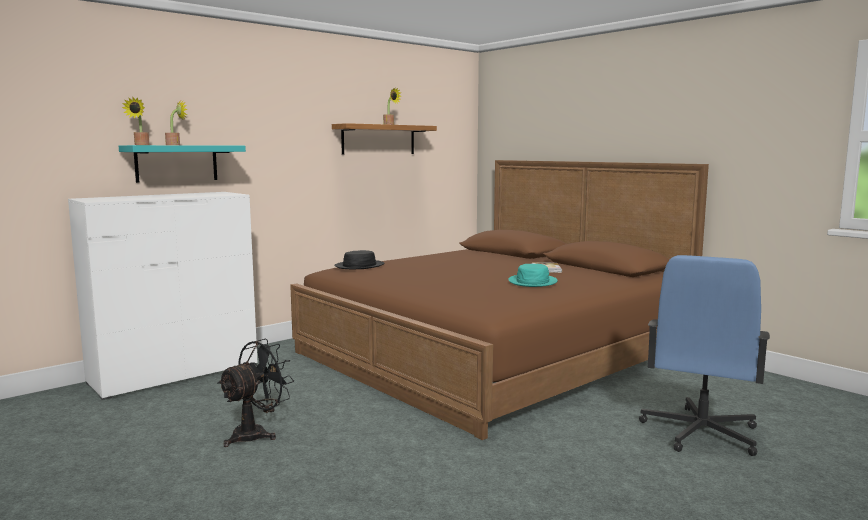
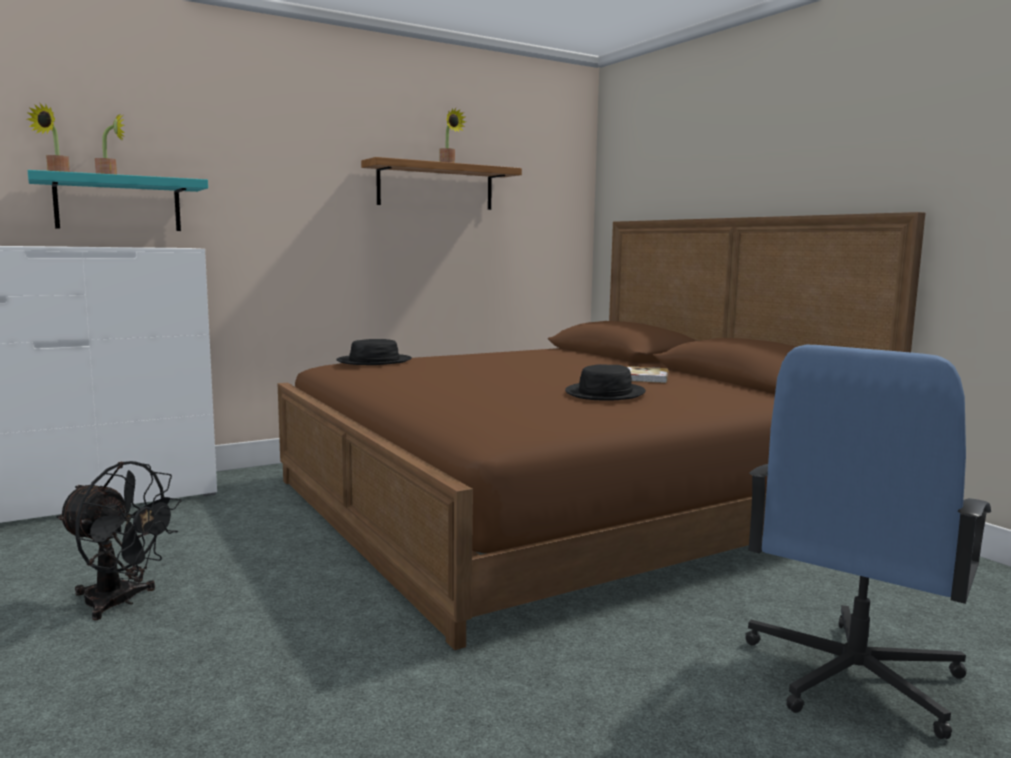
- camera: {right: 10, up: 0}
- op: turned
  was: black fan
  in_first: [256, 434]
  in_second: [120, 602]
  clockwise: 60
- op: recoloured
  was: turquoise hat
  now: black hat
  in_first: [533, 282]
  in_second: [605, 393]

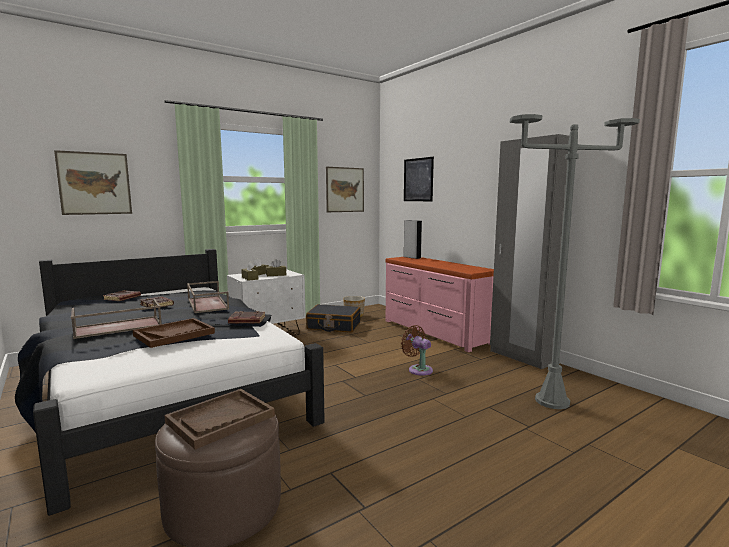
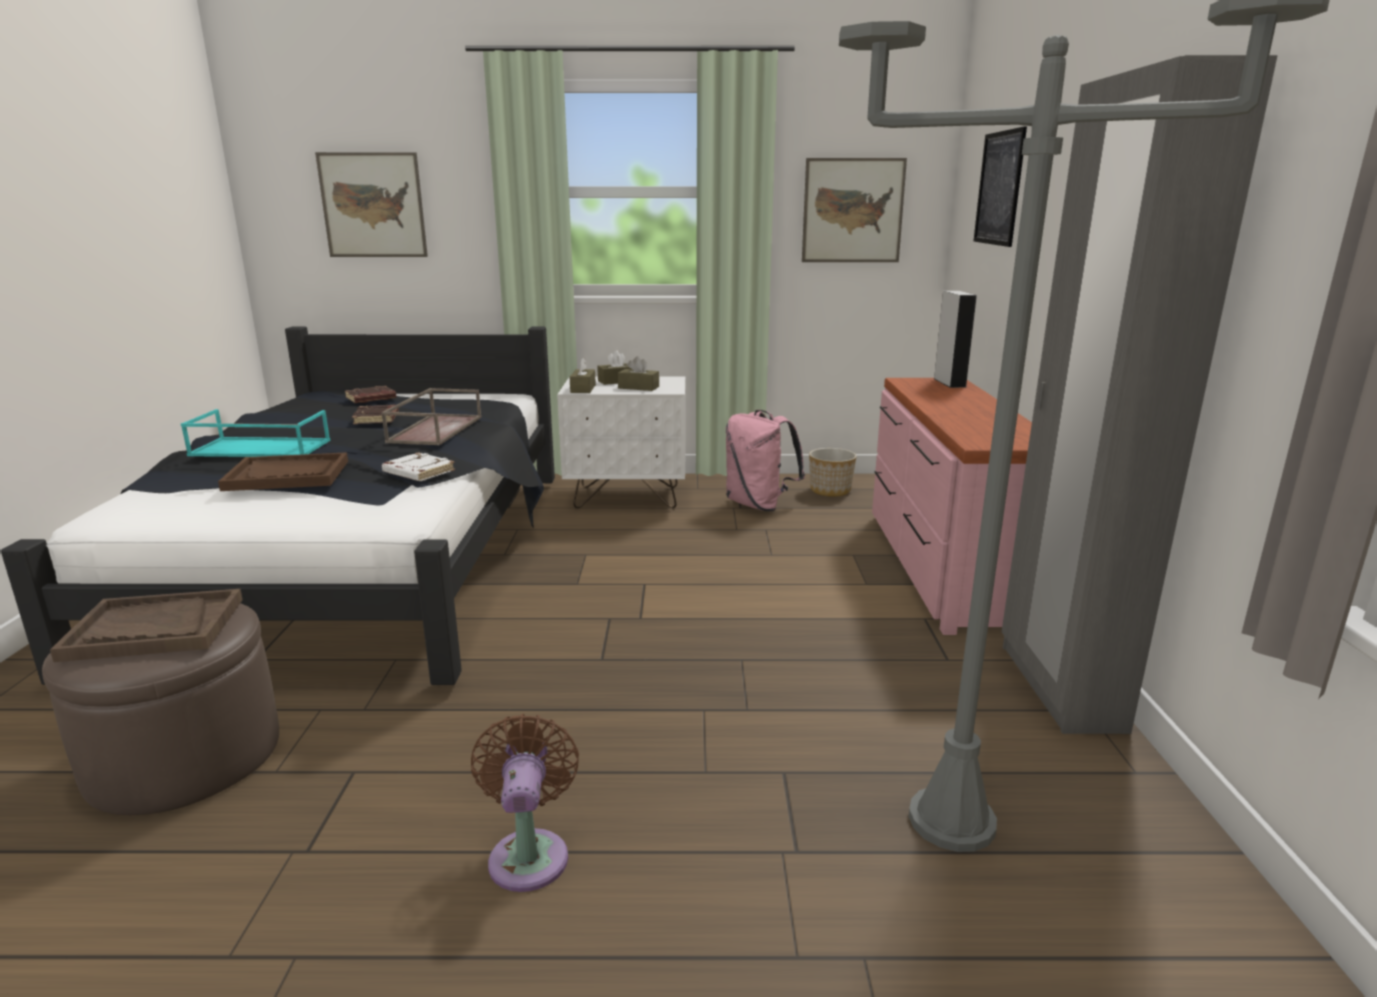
- camera: {right: 35, up: 10}
- op: recoloured
  was: brown tray
  now: turquoise tray
  in_first: [117, 327]
  in_second: [259, 448]
- op: recoloured
  was: brown book
  now: white book
  in_first: [246, 321]
  in_second: [417, 472]
- op: replaced
  was: black suitcase
  now: pink backpack
  in_first: [334, 326]
  in_second: [759, 505]
- op: moved
  was: brown fan
  in_first: [418, 369]
  in_second: [529, 853]

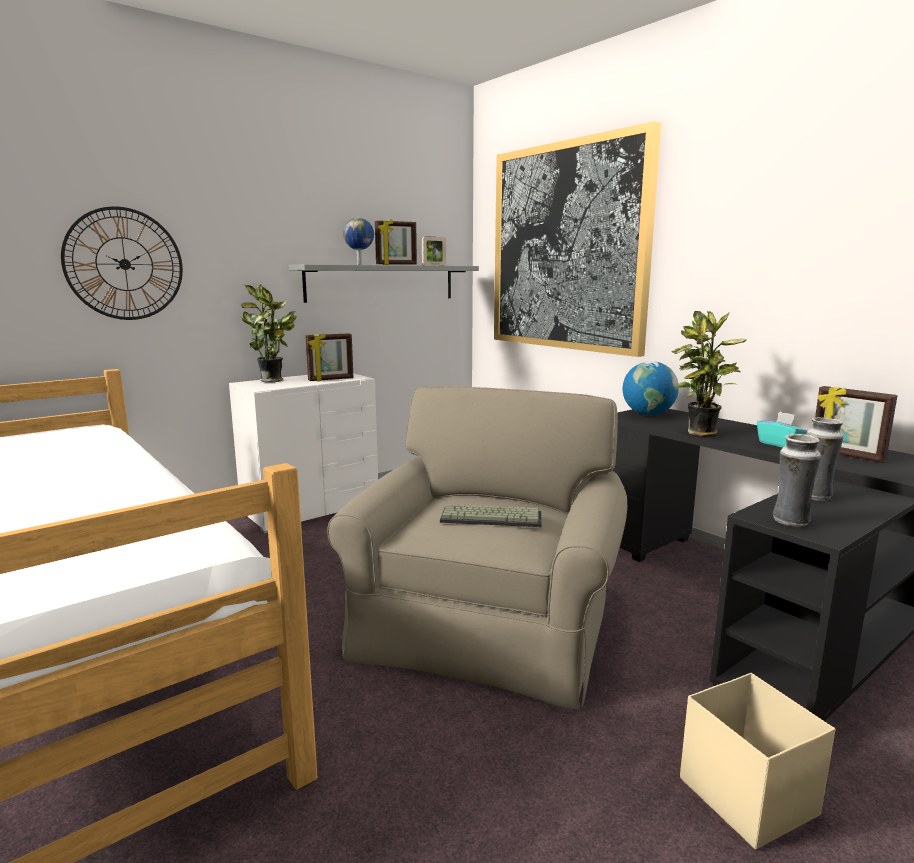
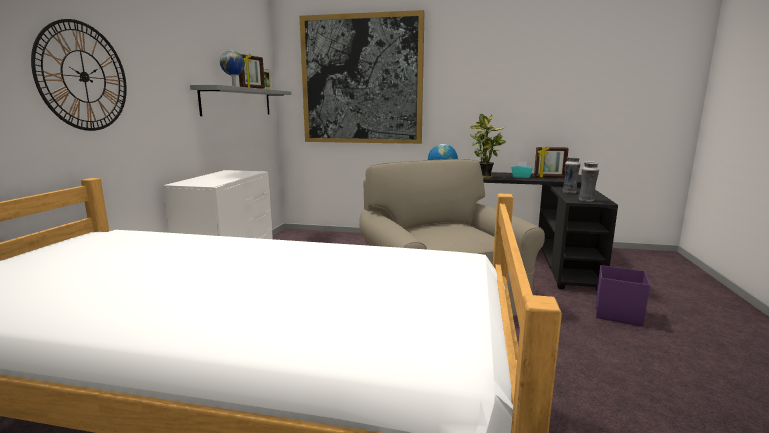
- camera: {right: -40, up: 0}
- op: removed
  was: potted plant
  in_first: [273, 380]
- op: removed
  was: picture frame
  in_first: [331, 379]
- op: removed
  was: keyboard
  in_first: [492, 517]
- op: recoloured
  was: beige storage box
  now: purple storage box
  in_first: [746, 795]
  in_second: [617, 313]

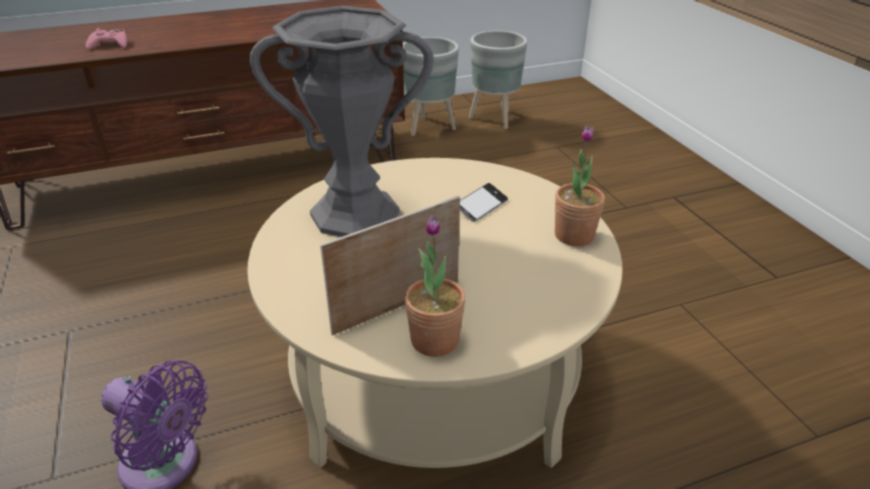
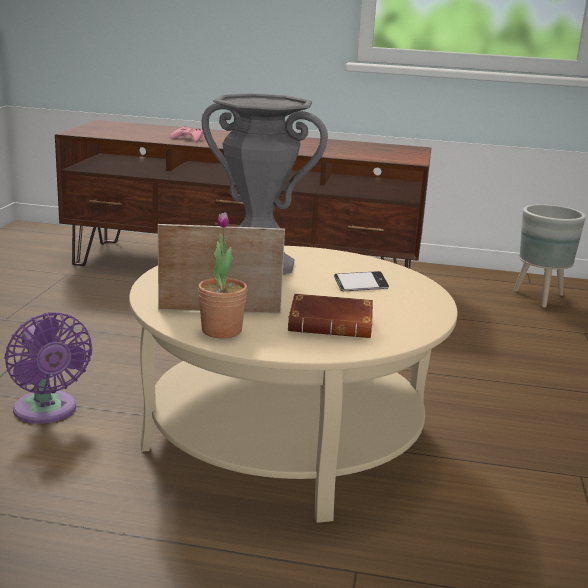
- camera: {right: 30, up: -15}
- op: removed
  was: grey planter
  in_first: [430, 127]
- op: removed
  was: potted plant
  in_first: [574, 235]
- op: added
  now: brown book
  in_second: [333, 324]

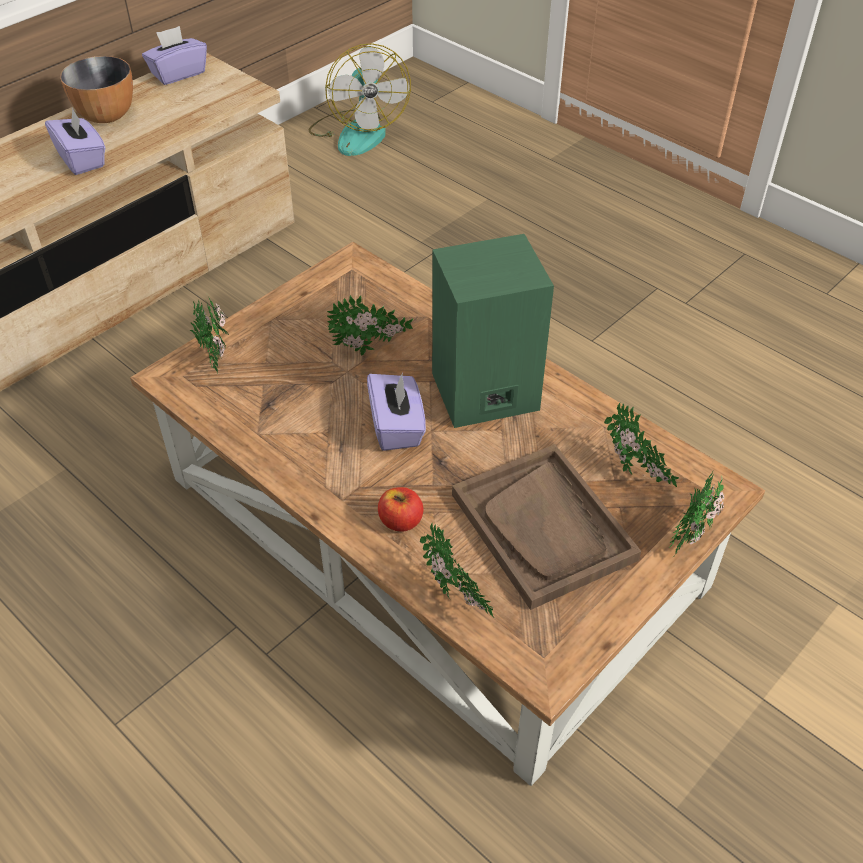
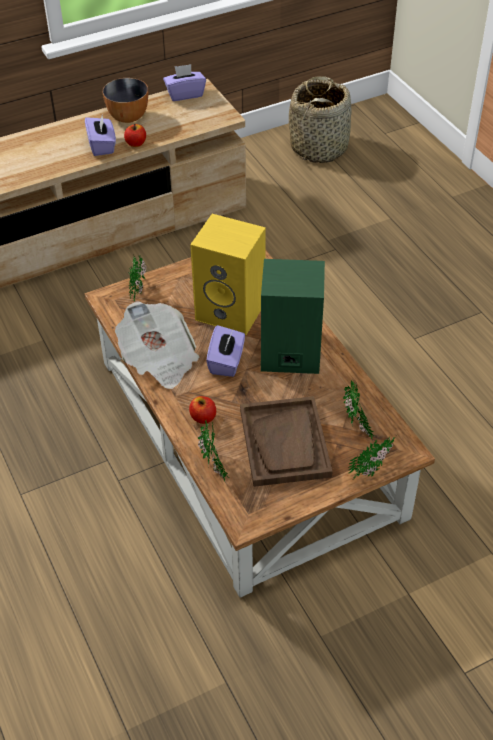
- camera: {right: 20, up: 0}
- op: replaced
  was: fan
  now: basket
  in_first: [358, 132]
  in_second: [319, 147]
- op: replaced
  was: potted plant
  now: yellow speaker
  in_first: [370, 351]
  in_second: [232, 311]
- op: added
  now: newspaper
  in_second: [159, 360]
- op: added
  now: apple
  in_second: [136, 143]

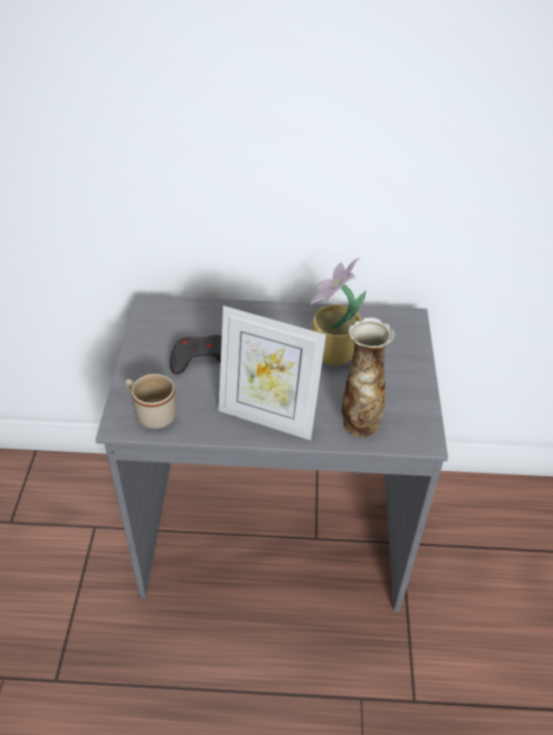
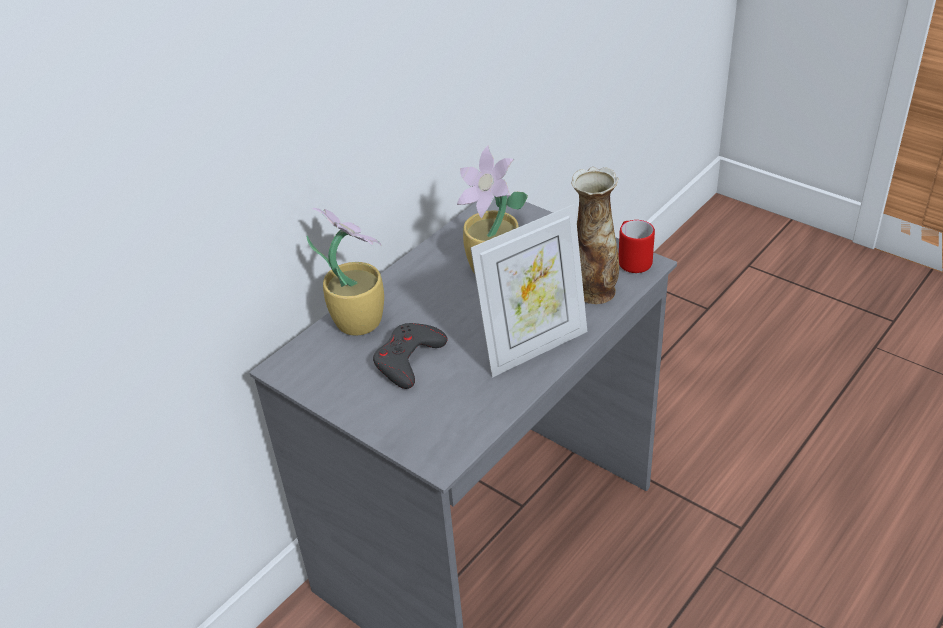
- camera: {right: -50, up: -5}
- op: removed
  was: beige mug
  in_first: [151, 413]
- op: added
  now: potted plant
  in_second: [358, 320]
- op: added
  now: red mug
  in_second: [632, 260]

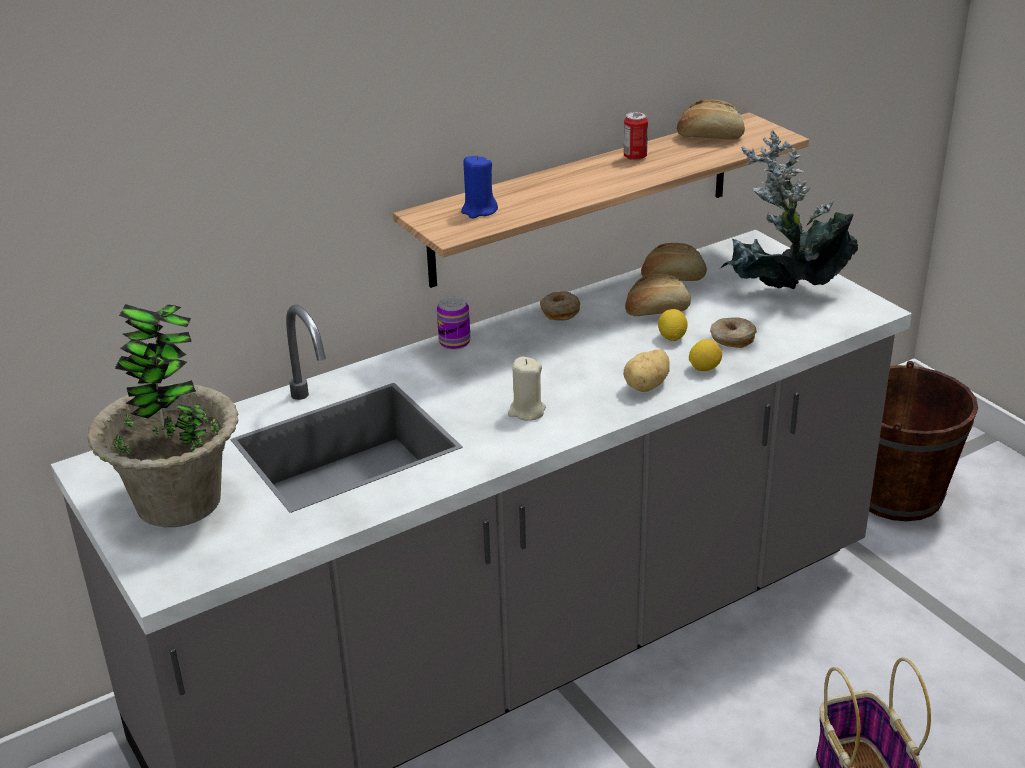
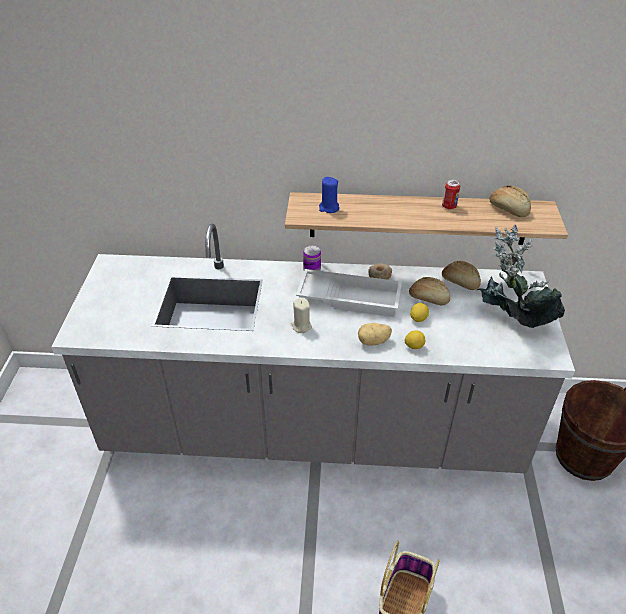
- camera: {right: 35, up: 10}
- op: removed
  was: potted plant
  in_first: [179, 502]
- op: removed
  was: donut
  in_first: [732, 339]
- op: added
  now: white tray
  in_second: [350, 297]

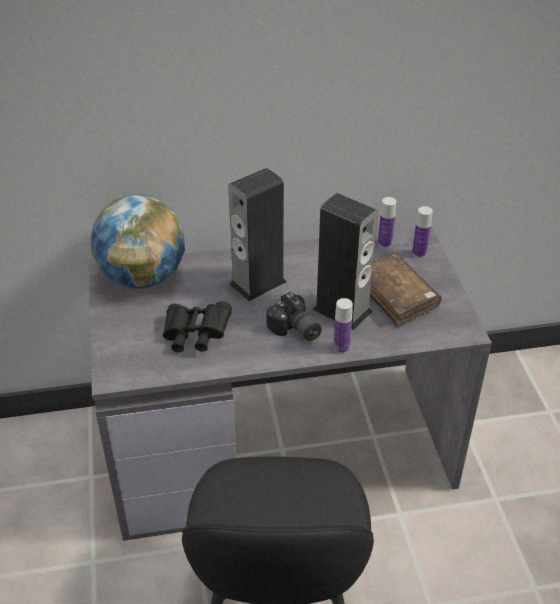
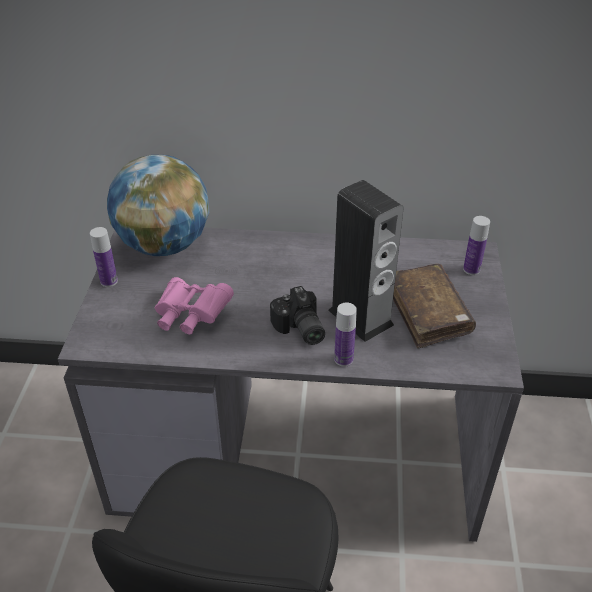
- camera: {right: 15, up: 0}
- op: recoloured
  was: black binoculars
  now: pink binoculars
  in_first: [195, 336]
  in_second: [190, 316]
- op: removed
  was: speaker
  in_first: [258, 283]
- op: moved
  was: bottle
  in_first: [384, 243]
  in_second: [109, 281]

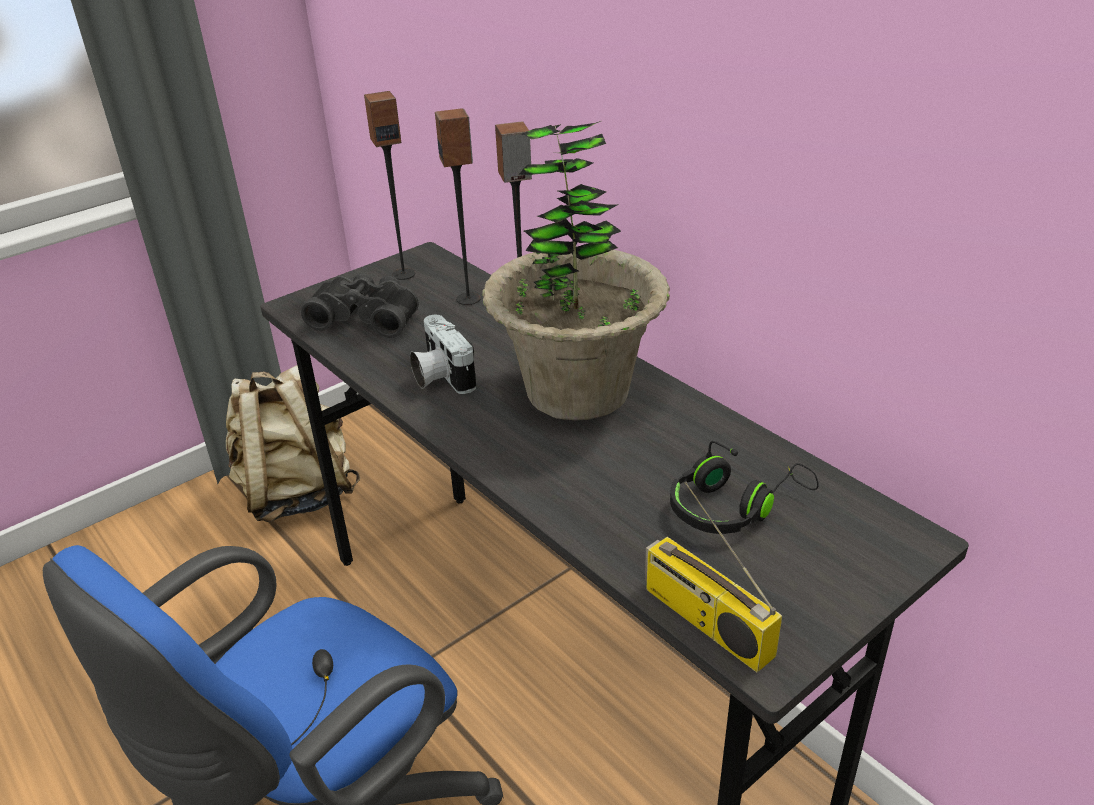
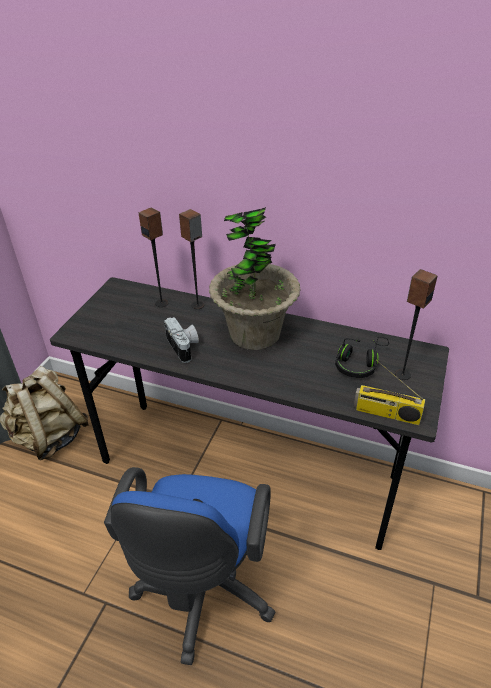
- camera: {right: -30, up: 5}
- op: removed
  was: black binoculars
  in_first: [367, 317]
- op: moved
  was: speaker
  in_first: [403, 274]
  in_second: [402, 374]
- op: turned
  was: photo camera
  in_first: [440, 375]
  in_second: [184, 347]
  clockwise: -150

